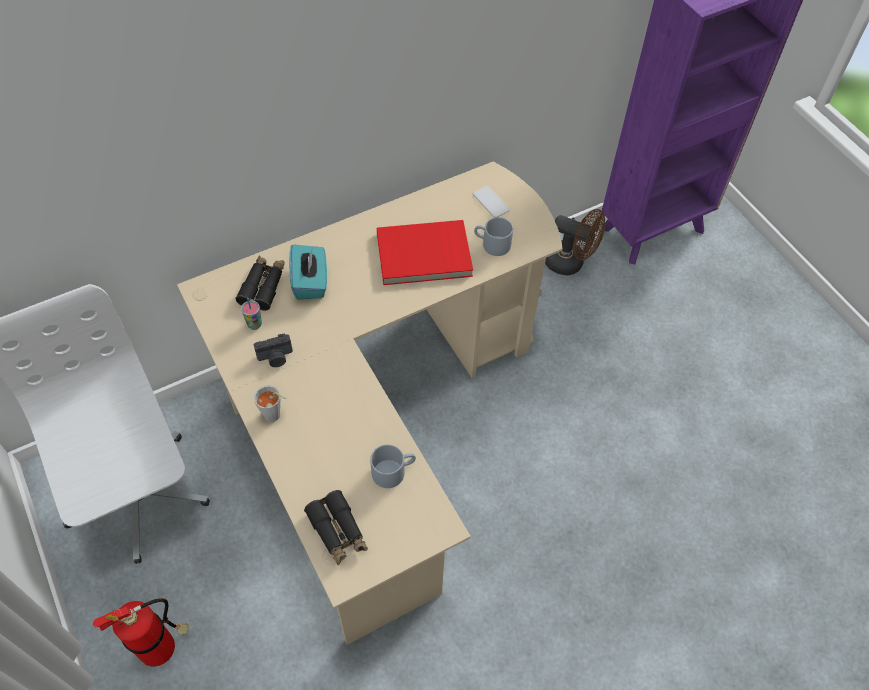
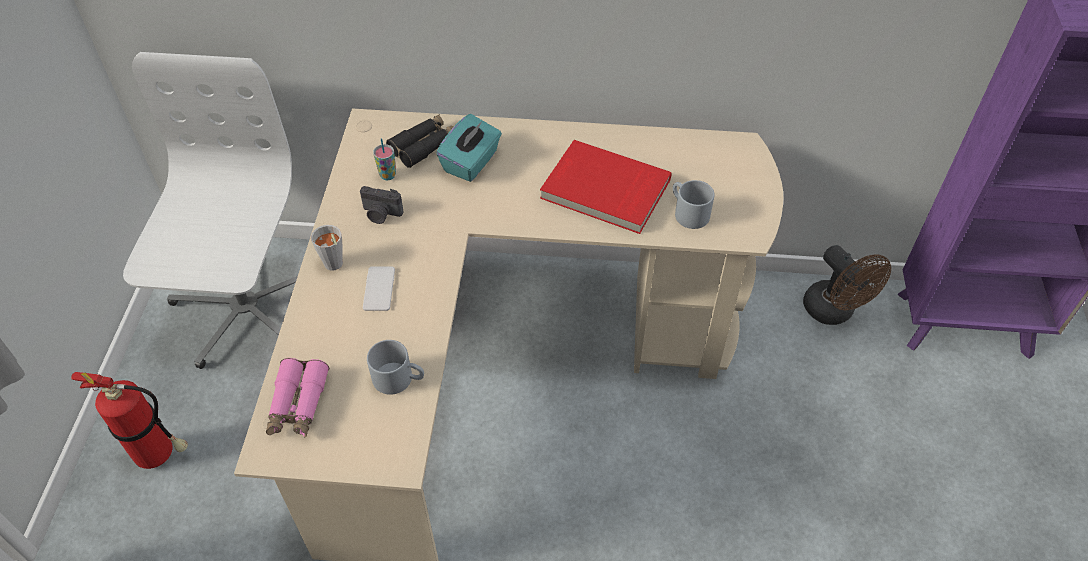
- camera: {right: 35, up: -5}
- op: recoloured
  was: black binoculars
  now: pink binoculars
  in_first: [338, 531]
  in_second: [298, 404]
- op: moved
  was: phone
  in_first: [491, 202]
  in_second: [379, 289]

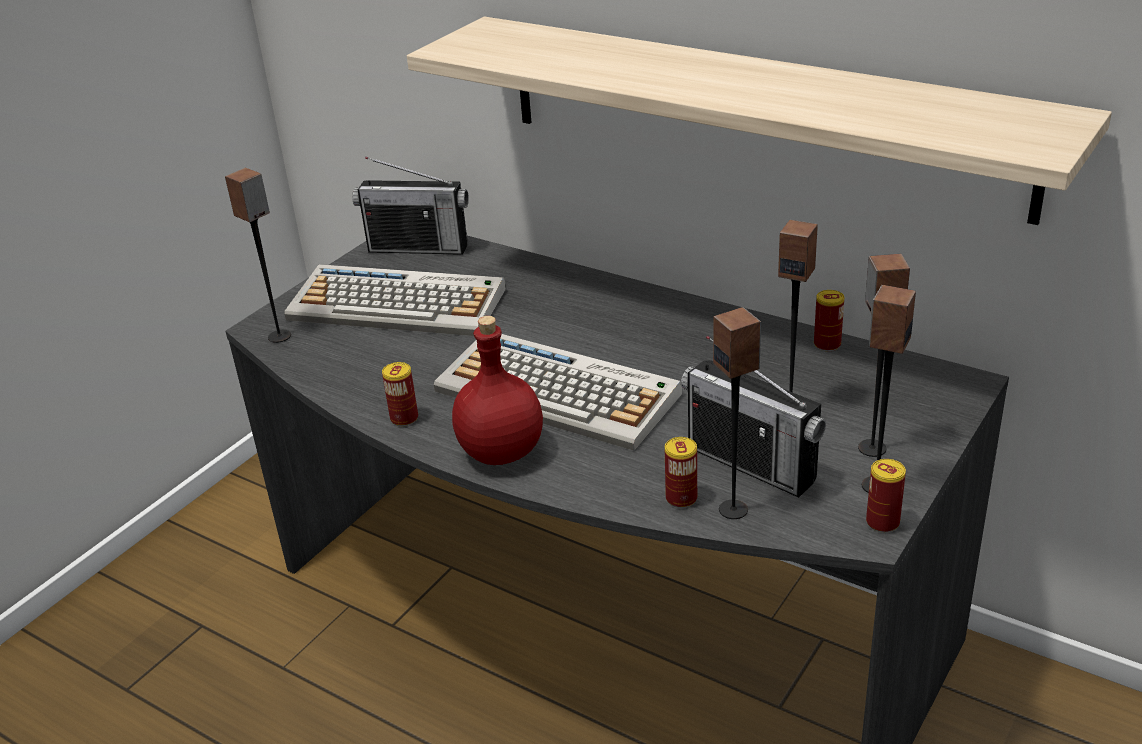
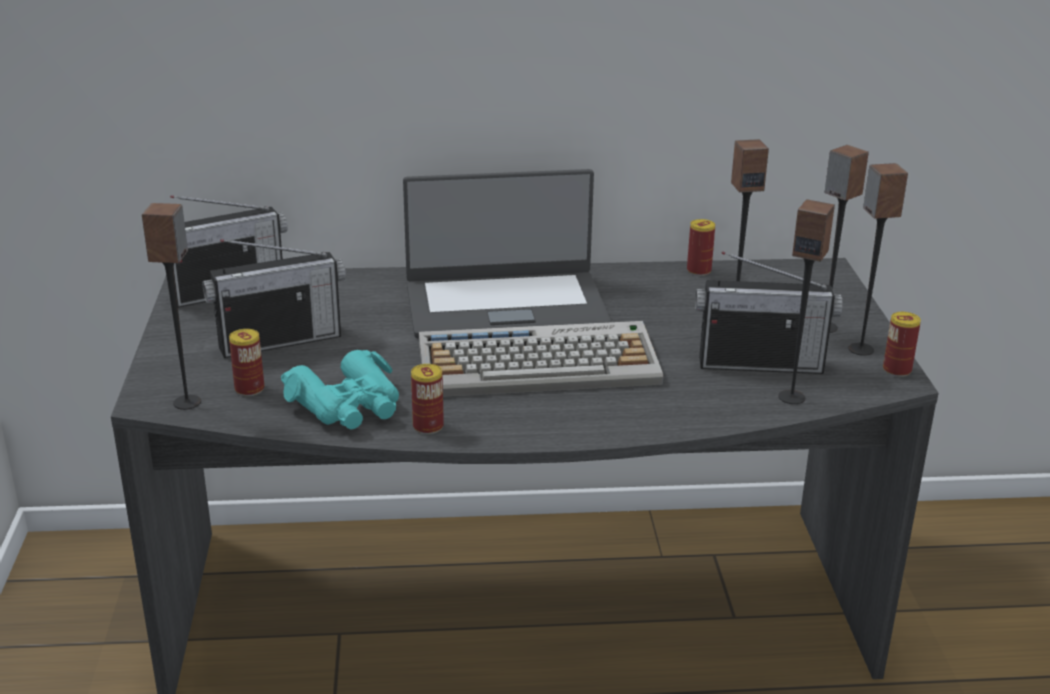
- camera: {right: -40, up: -5}
- op: replaced
  was: keyboard
  now: radio
  in_first: [399, 304]
  in_second: [279, 341]
- op: removed
  was: shelf
  in_first: [754, 113]
- op: removed
  was: red bottle
  in_first: [503, 452]
- op: moved
  was: can
  in_first: [681, 498]
  in_second: [249, 389]
- op: added
  now: turquoise binoculars
  in_second: [348, 405]
- op: added
  now: laptop
  in_second: [505, 304]

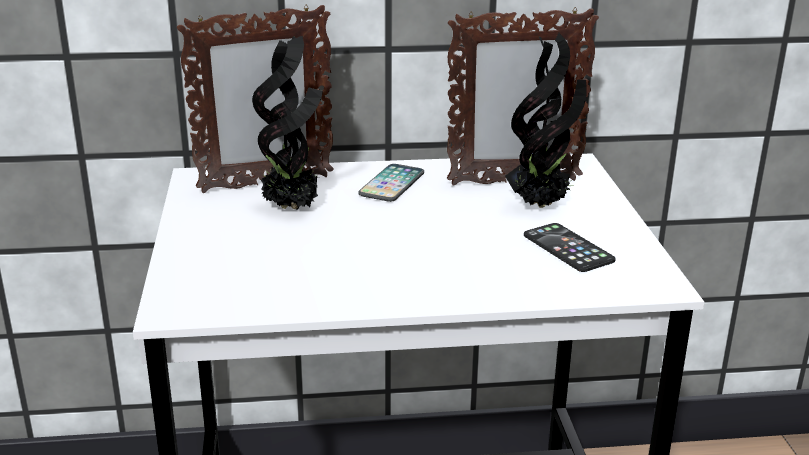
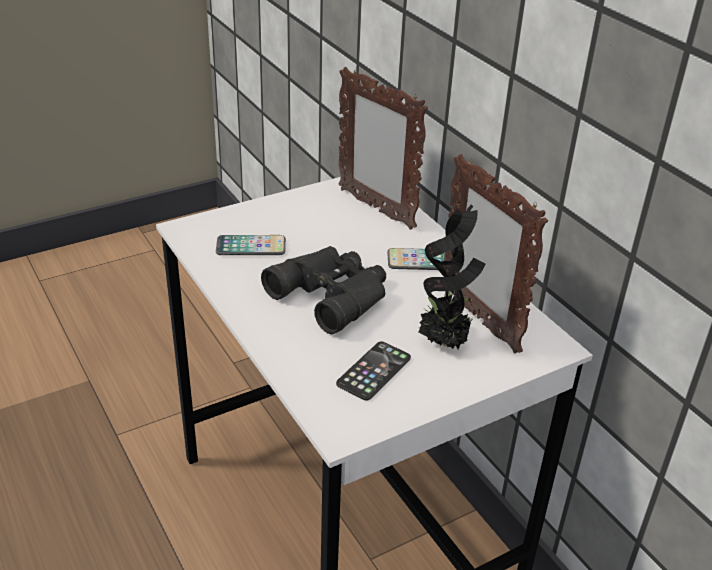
- camera: {right: 65, up: 10}
- op: removed
  was: potted plant
  in_first: [293, 208]
- op: added
  now: phone
  in_second: [251, 247]
- op: added
  now: black binoculars
  in_second: [333, 294]

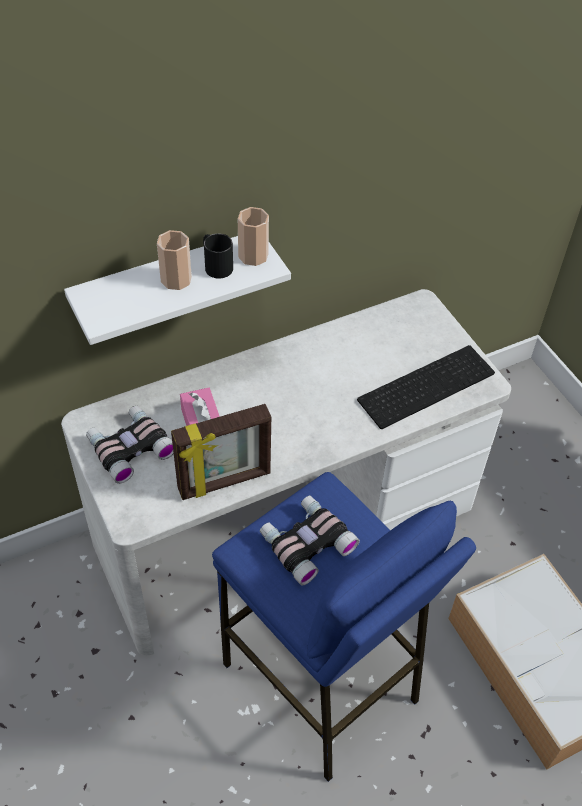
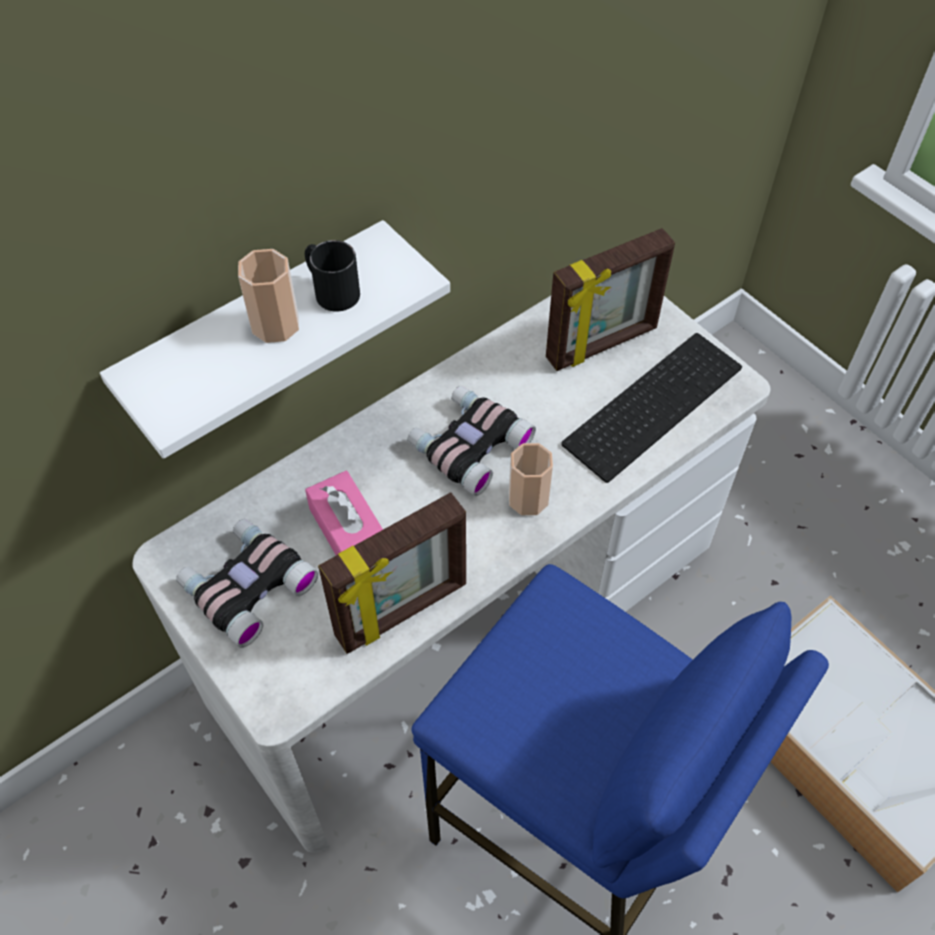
- camera: {right: -10, up: 5}
- op: moved
  was: cup
  in_first: [253, 256]
  in_second: [528, 499]
- op: moved
  was: binoculars
  in_first: [306, 542]
  in_second: [468, 444]
- op: added
  now: picture frame
  in_second: [602, 345]

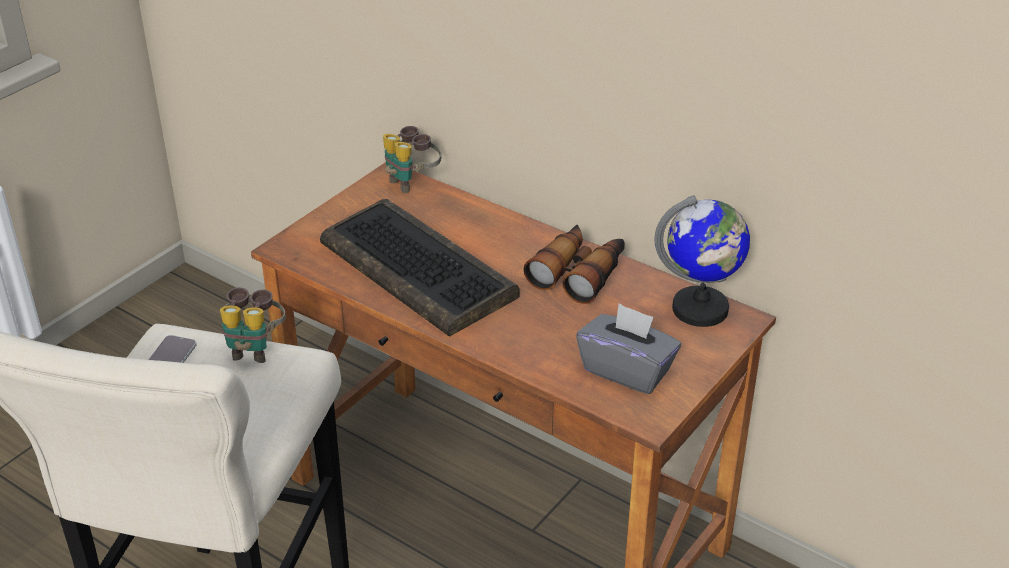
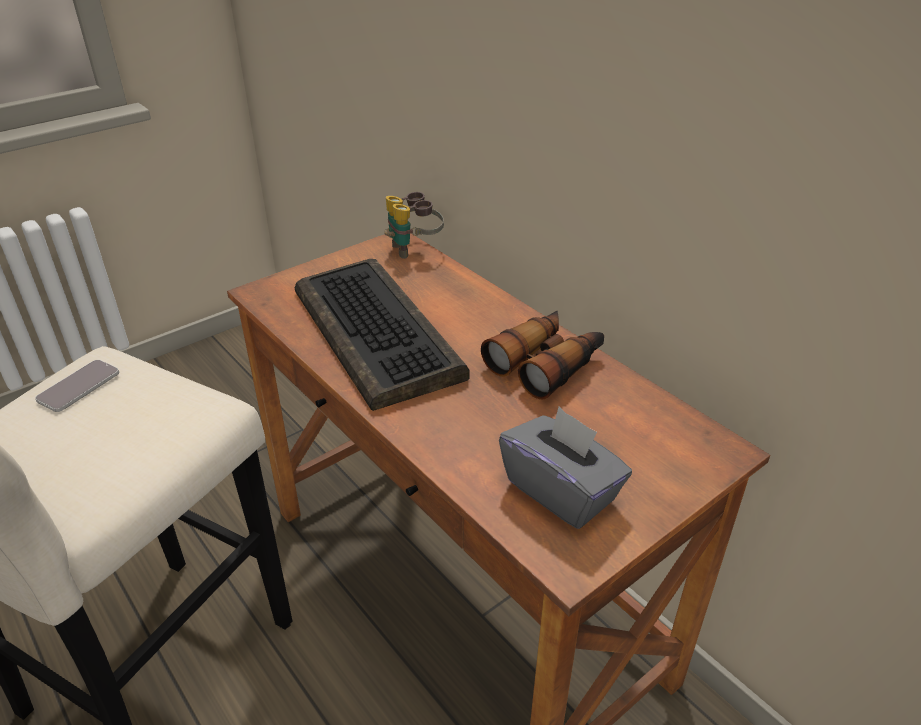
- camera: {right: 15, up: 0}
- op: removed
  was: binoculars
  in_first: [254, 348]
- op: removed
  was: globe
  in_first: [700, 310]

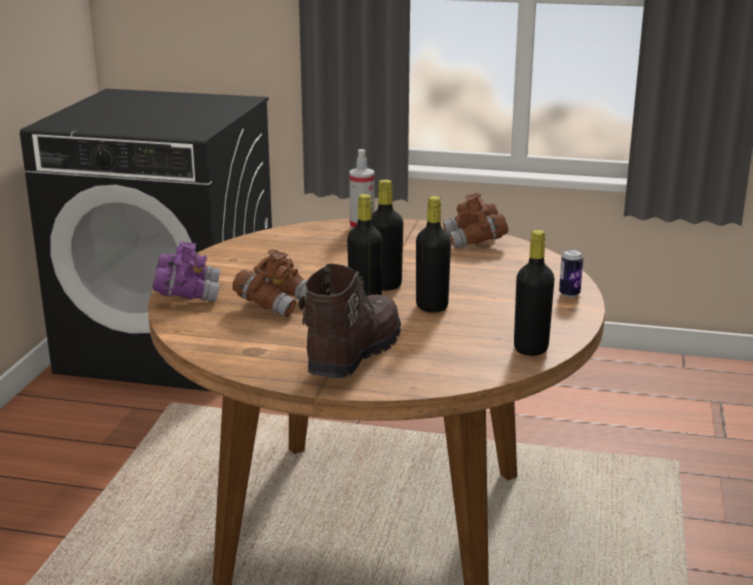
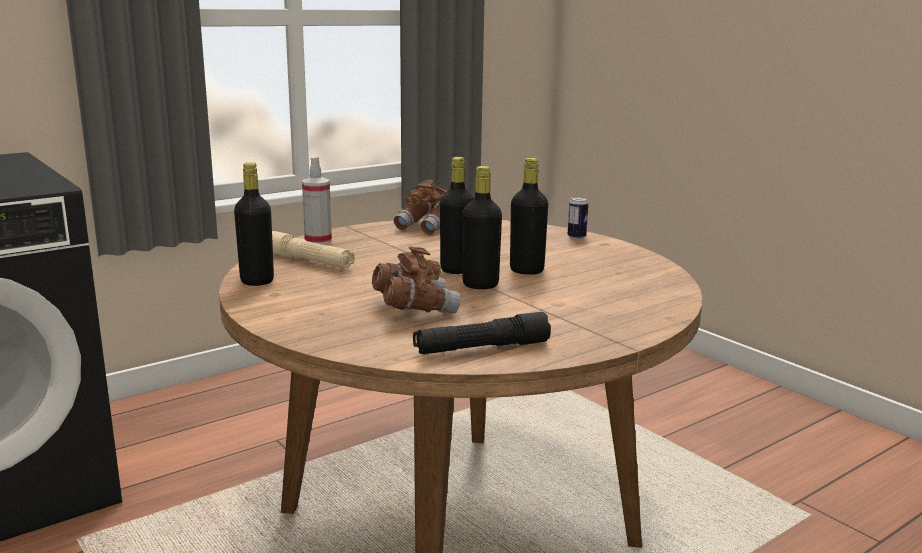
- camera: {right: -50, up: -5}
- op: removed
  was: purple binoculars
  in_first: [187, 294]
- op: removed
  was: brown boot
  in_first: [352, 354]
- op: moved
  was: black bottle
  in_first: [530, 349]
  in_second: [257, 281]
- op: added
  now: beige flashlight
  in_second: [309, 261]
- op: added
  now: black flashlight
  in_second: [481, 348]

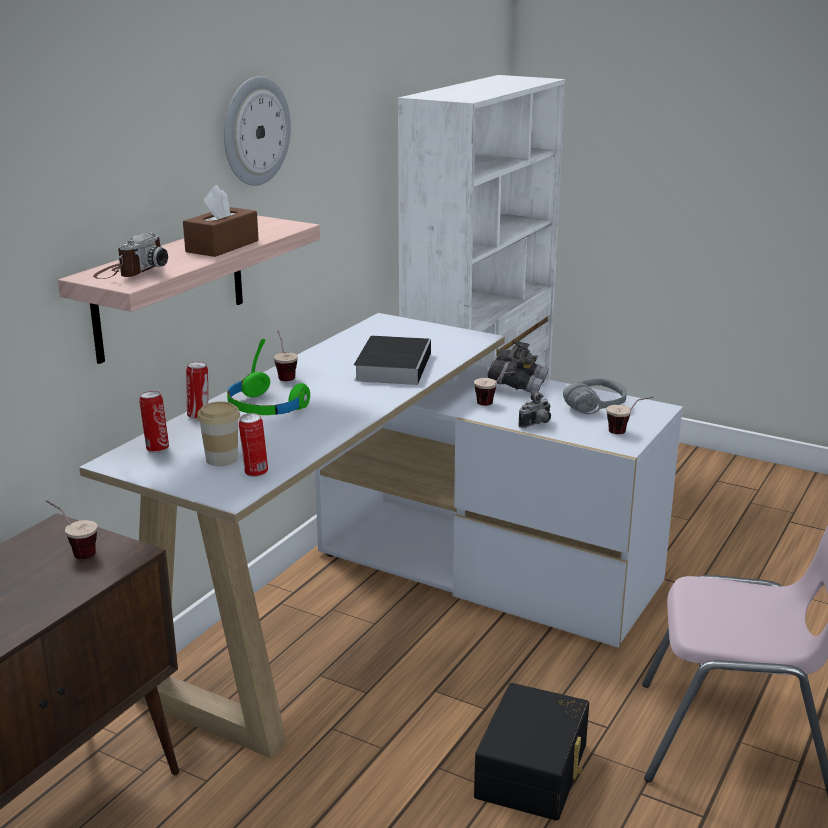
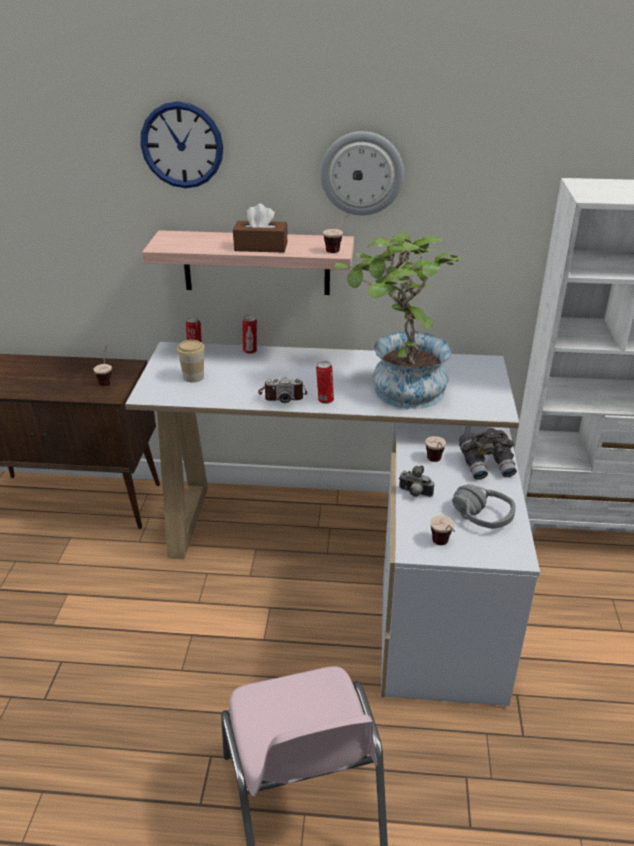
- camera: {right: 65, up: 10}
- op: moved
  was: photo camera
  in_first: [130, 272]
  in_second: [282, 395]
- op: removed
  was: green headphones
  in_first: [266, 407]
- op: moved
  was: can
  in_first: [255, 472]
  in_second: [325, 400]
- op: moved
  was: cup
  in_first: [284, 375]
  in_second: [338, 249]
- op: replaced
  was: book
  now: potted plant
  in_first: [393, 365]
  in_second: [397, 391]
- op: removed
  was: black storage box
  in_first: [535, 770]
- op: added
  now: wall clock
  in_second: [182, 145]

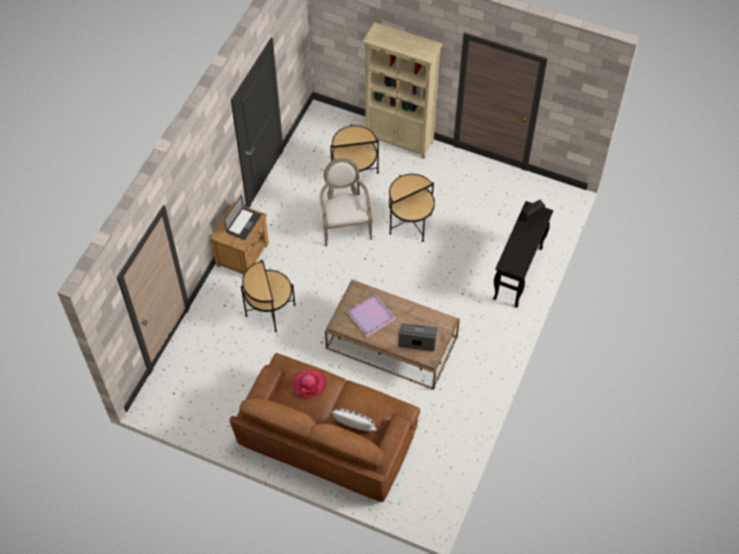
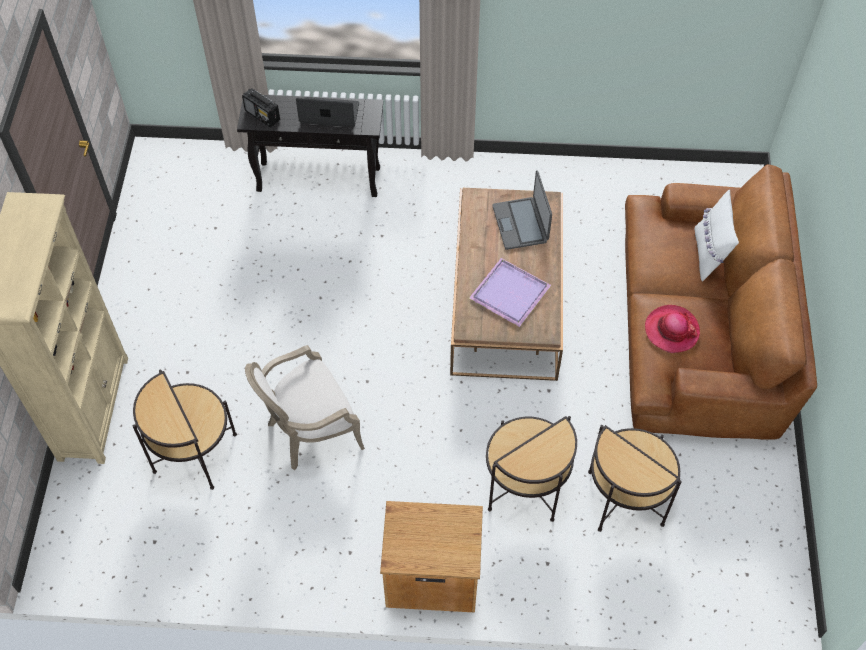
- camera: {right: -110, up: 0}
- op: moved
  was: laptop
  in_first: [243, 224]
  in_second: [329, 113]
- op: moved
  was: side table
  in_first: [410, 224]
  in_second: [626, 498]

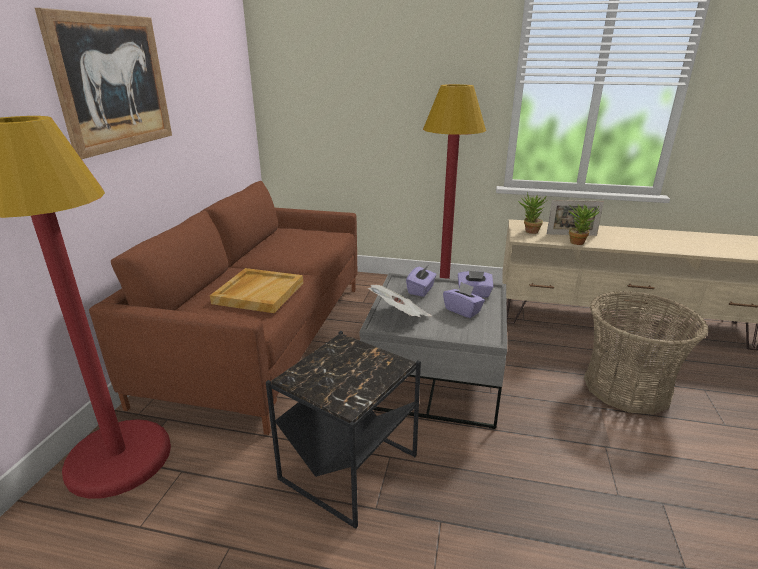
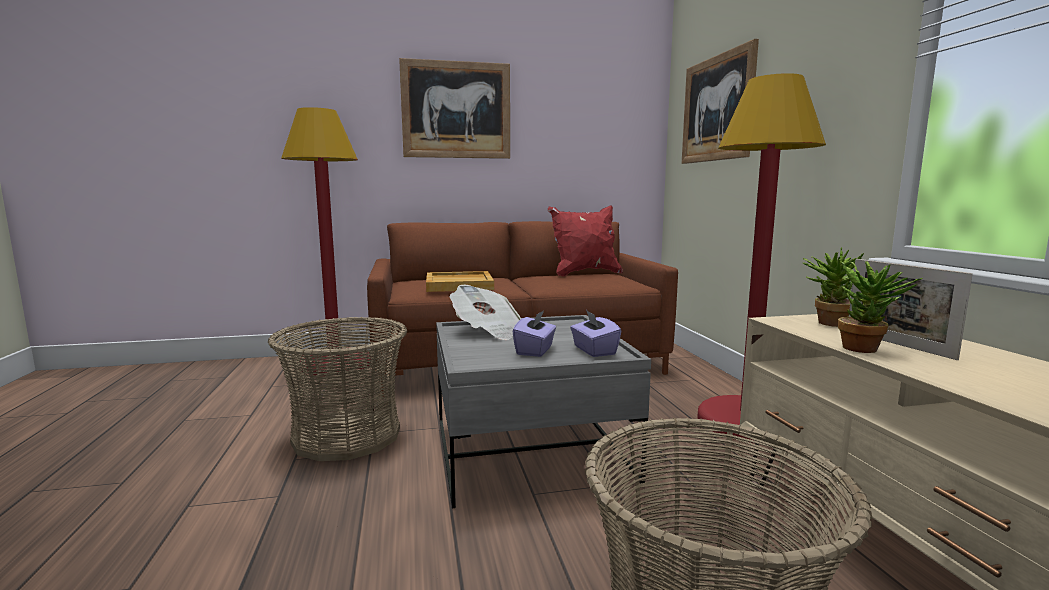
- camera: {right: 65, up: -15}
- op: replaced
  was: black side table
  now: basket
  in_first: [347, 468]
  in_second: [346, 435]
- op: removed
  was: purple tissue box
  in_first: [421, 290]
- op: added
  now: red pillow
  in_second: [584, 273]
- op: added
  now: picture
  in_second: [717, 109]

